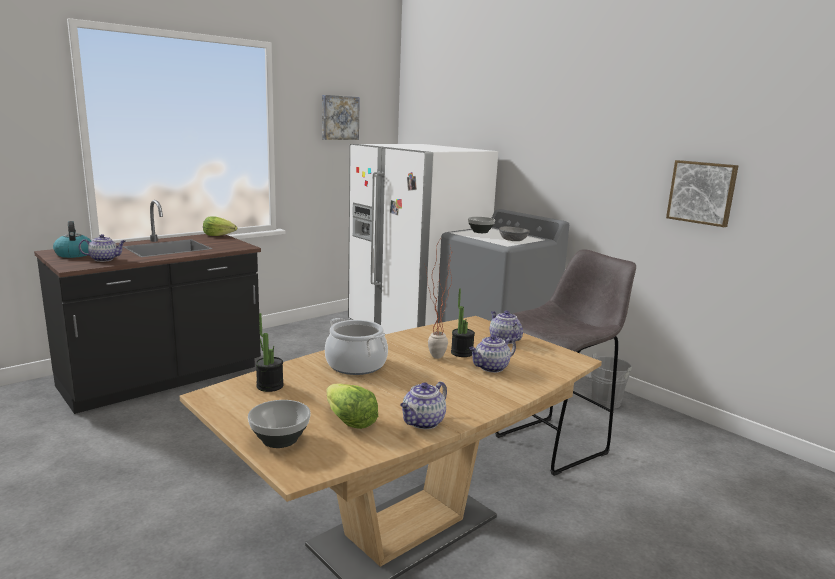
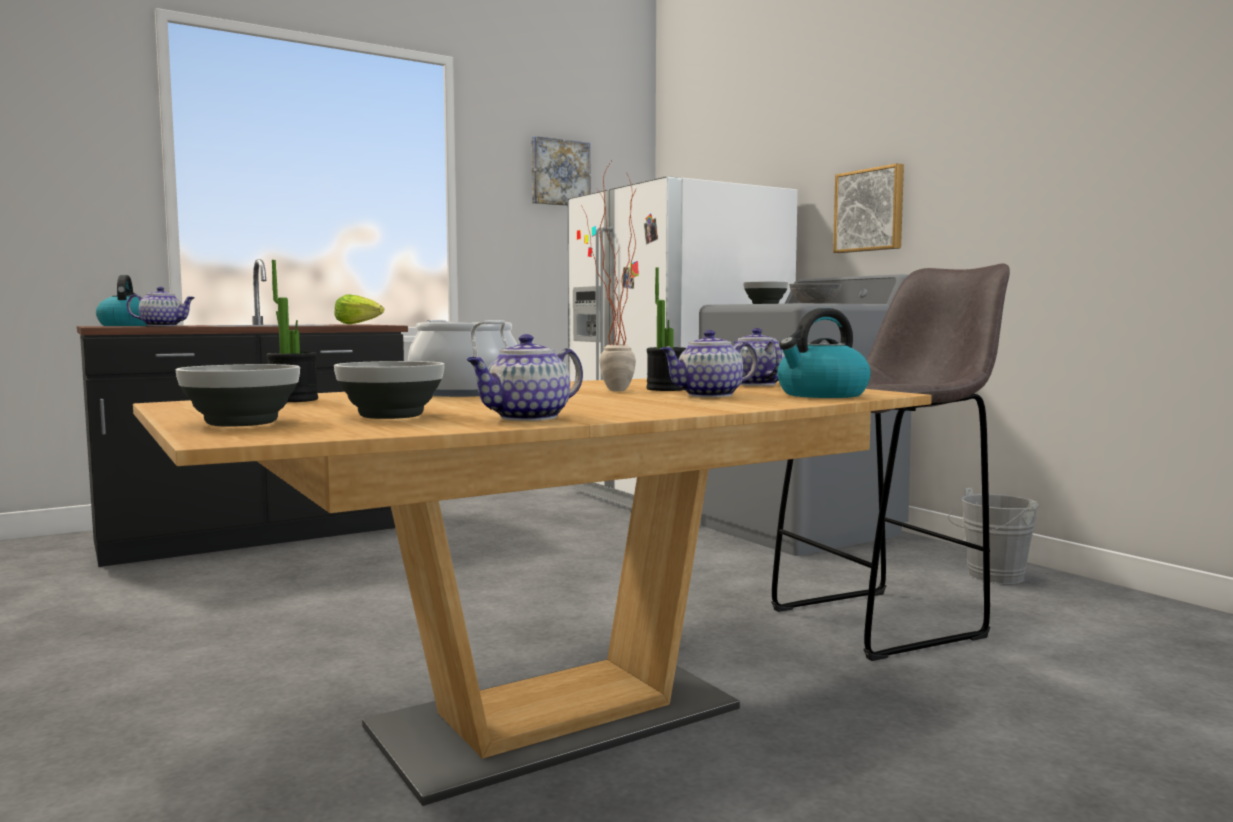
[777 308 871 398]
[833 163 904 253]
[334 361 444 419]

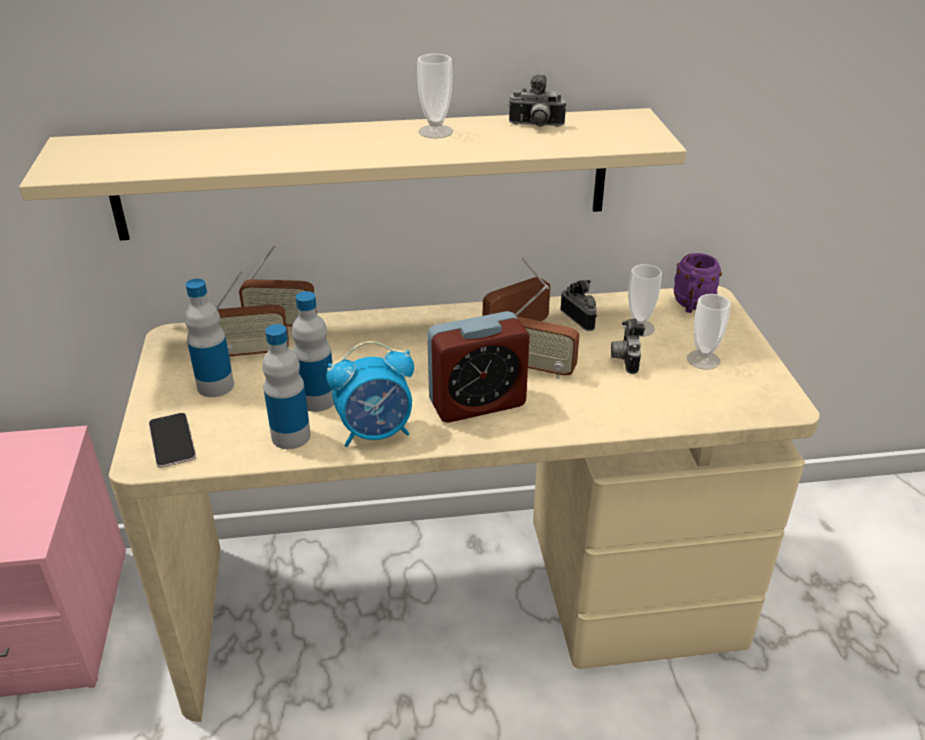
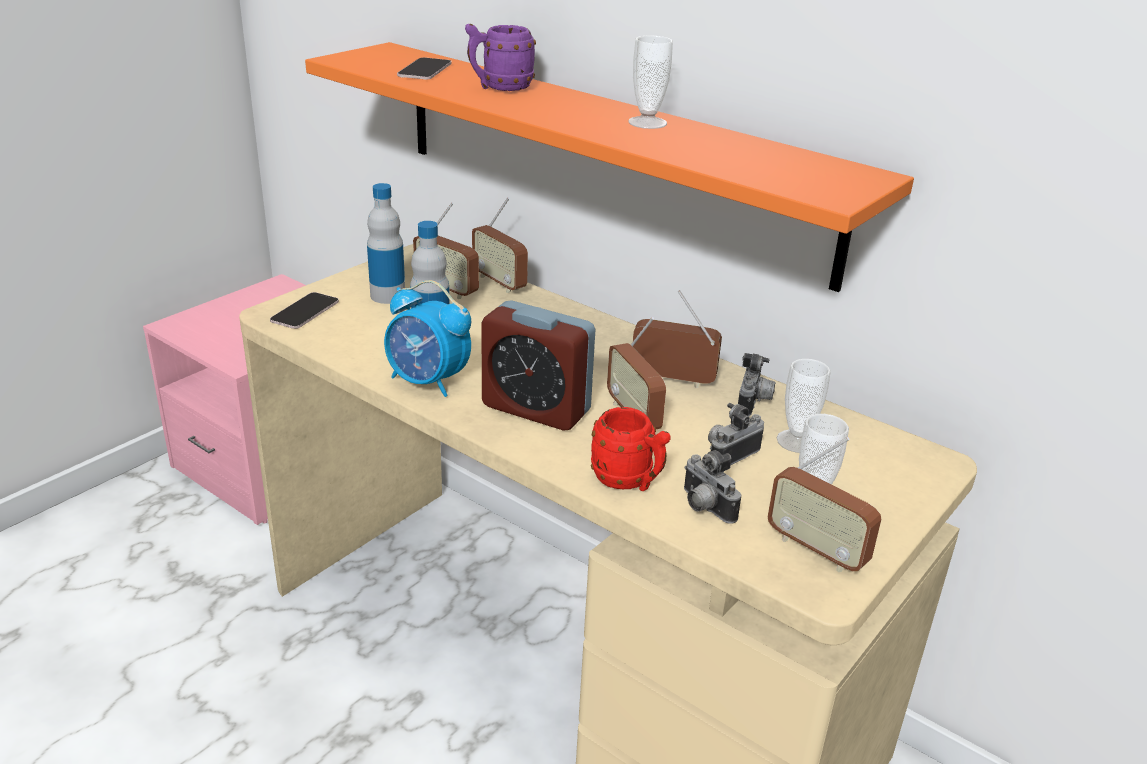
[262 324 311 449] (first image)
[397 57 452 79]
[591 407 671 492]
[768 437 881 572]
[684 450 741 524]
[465 24 536 91]
[305 42 914 292]

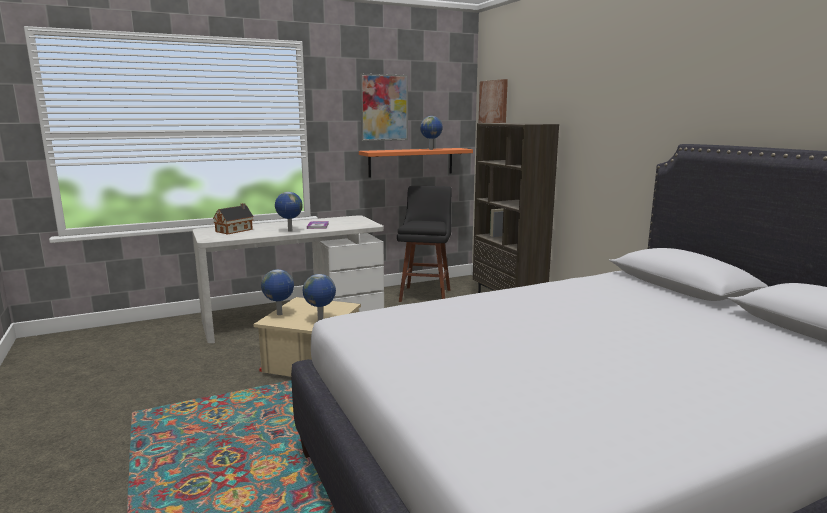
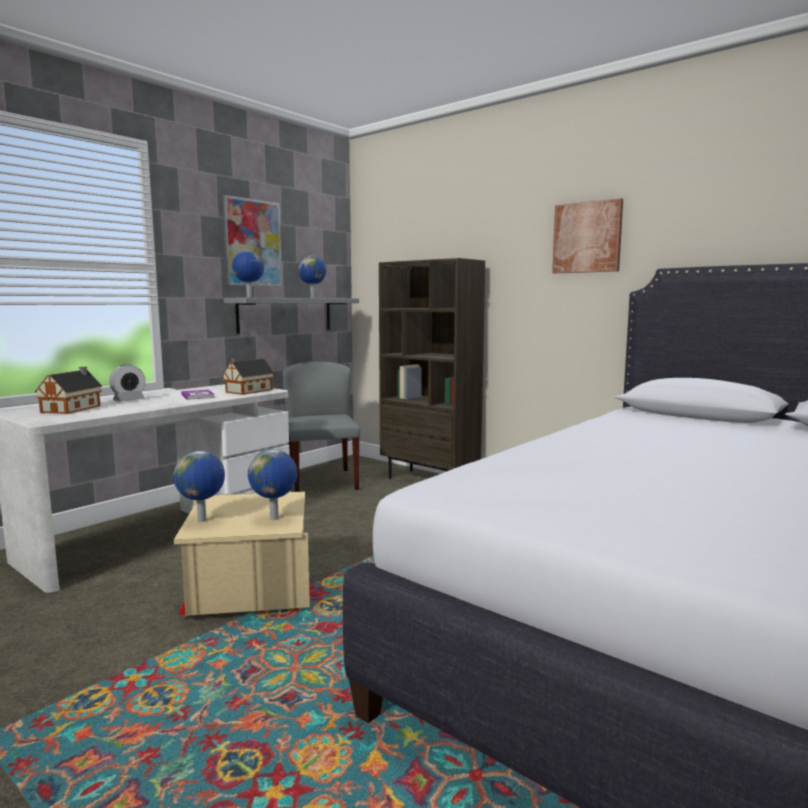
[109 364 145 402]
[222 358 274 395]
[232 250 264 298]
[552 198 623 273]
[283 362 361 492]
[224 298 359 334]

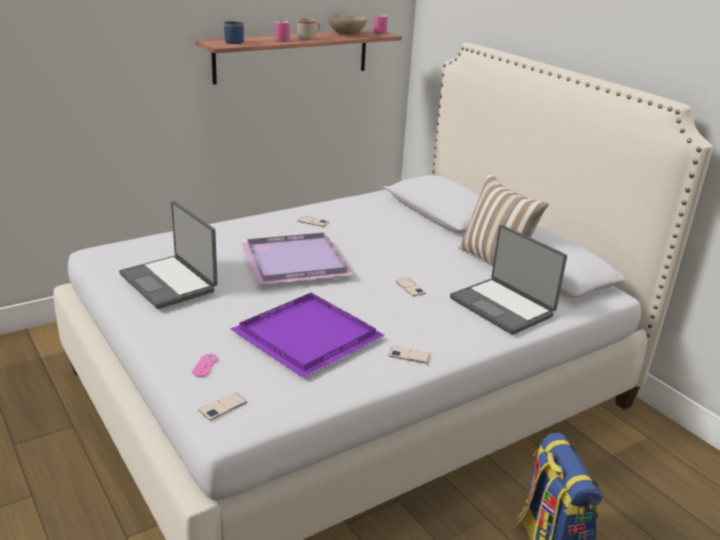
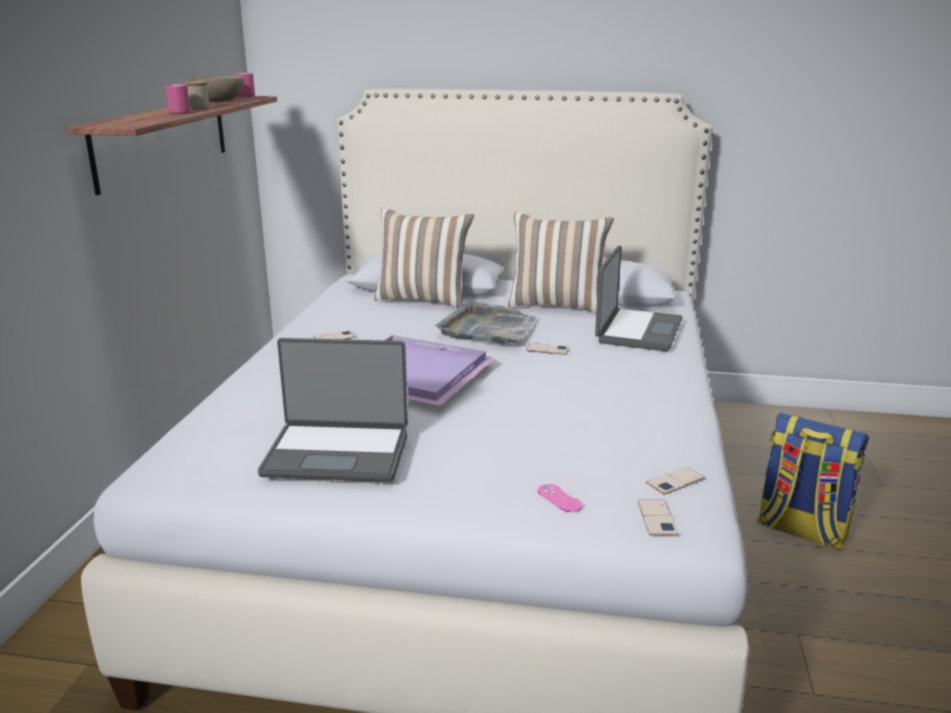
[224 21 244 44] (first image)
[231 292 385 378] (first image)
[374 208 474 309]
[435 302 536 344]
[646 467 705 495]
[595 246 683 352]

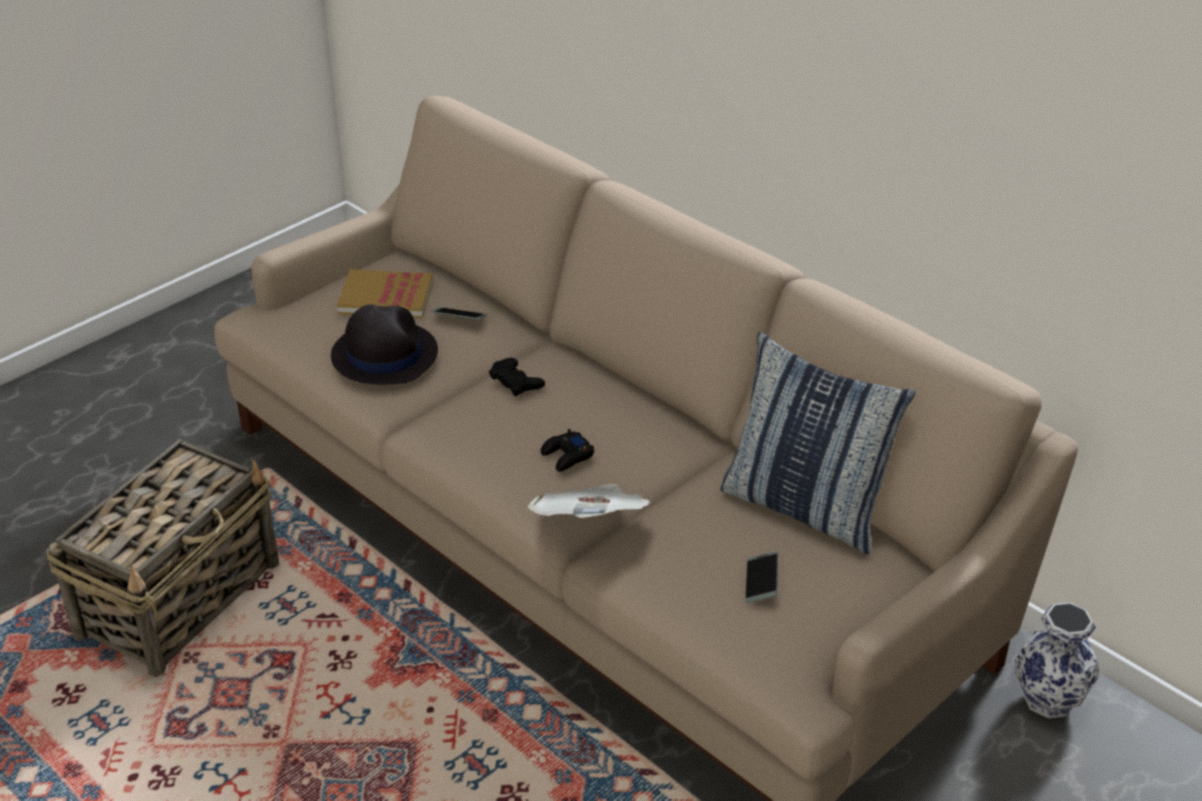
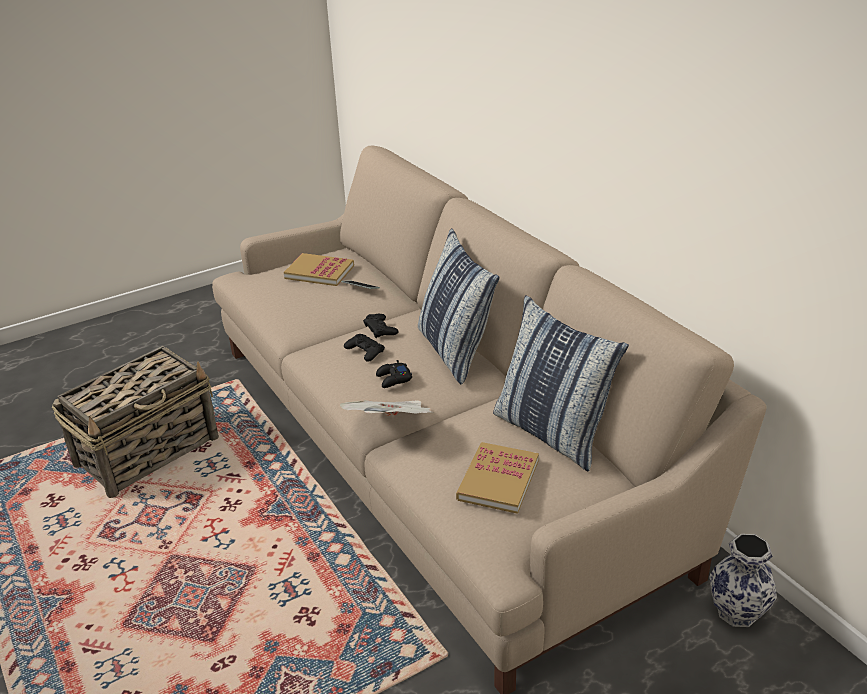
[331 304 438 384] (first image)
[344 334 385 362]
[418 228 500 384]
[456 442 539 514]

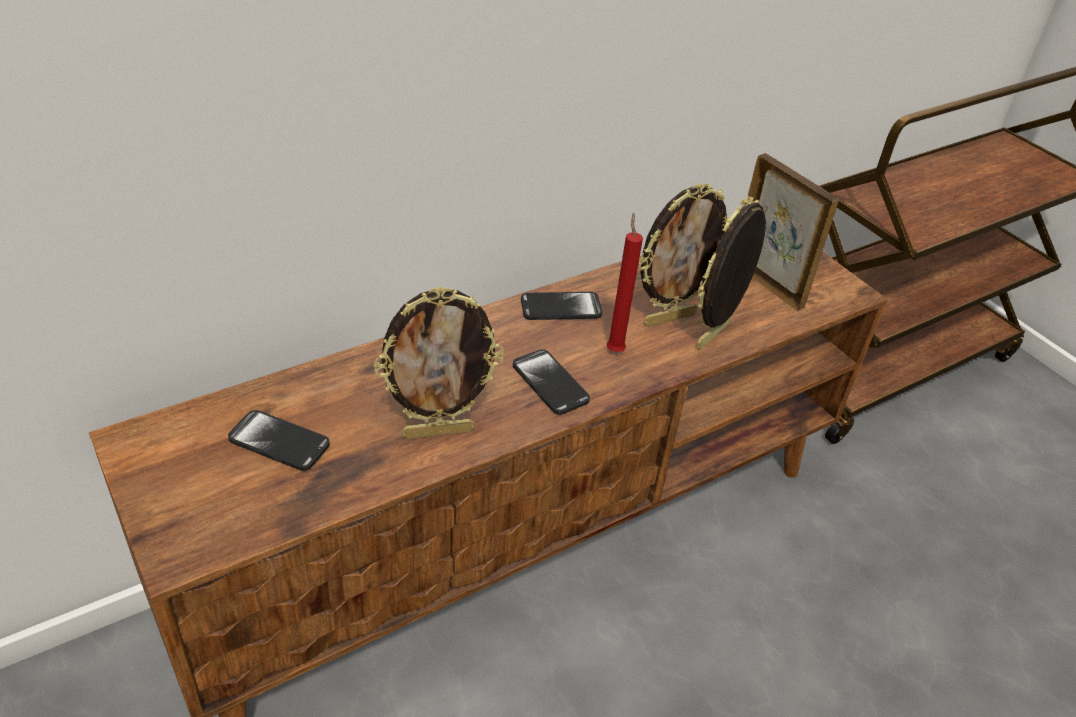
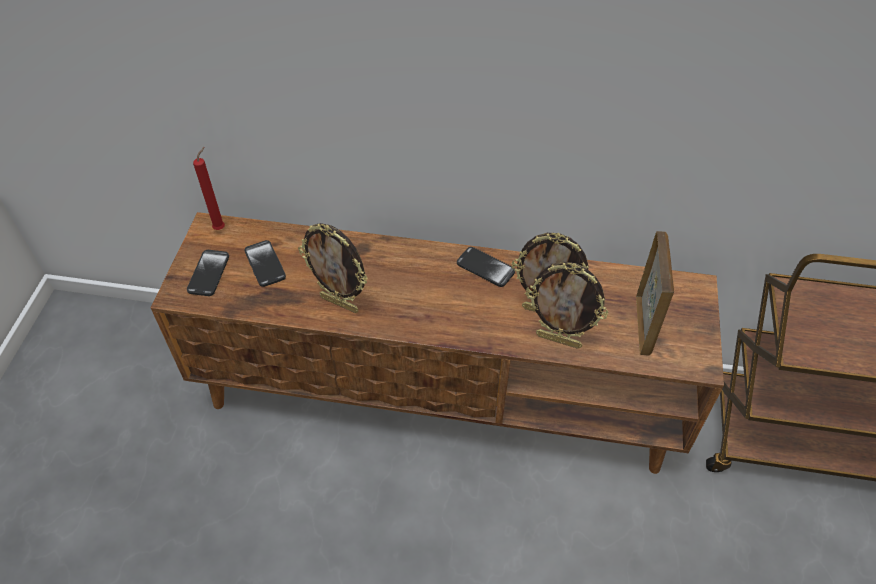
[187 250 229 296]
[193 147 225 230]
[526 262 608 349]

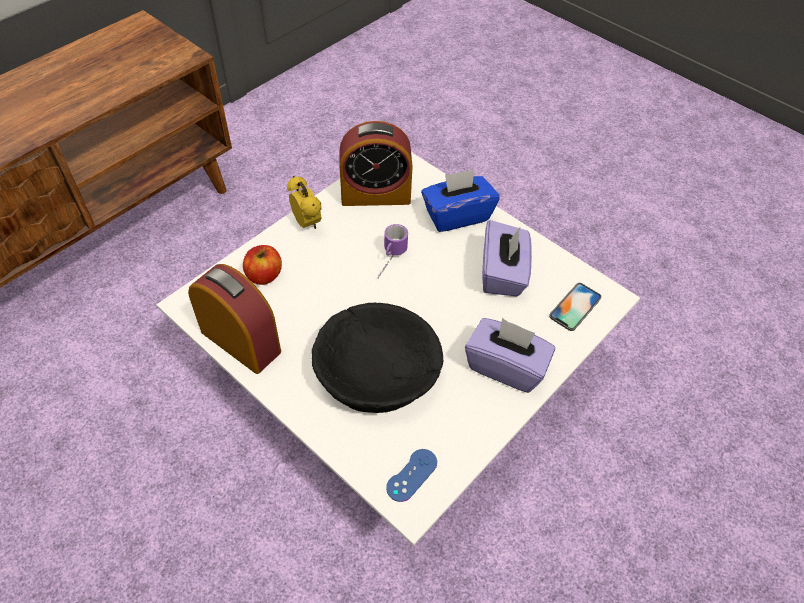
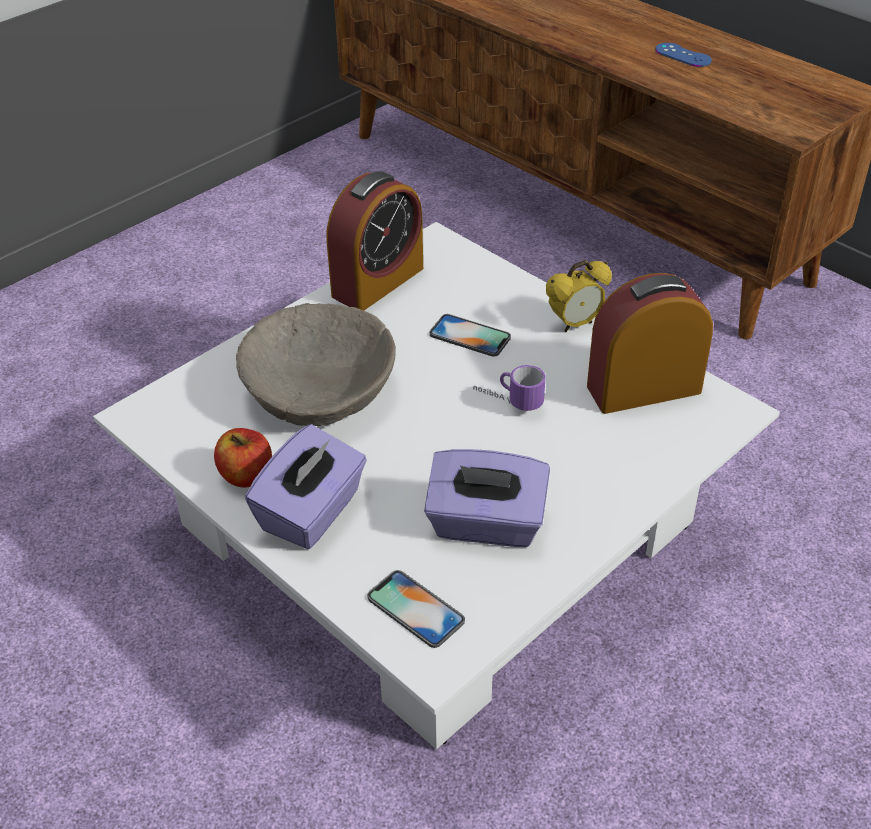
[421 169 500 232] (first image)
[430 314 511 357]
[214 428 272 487]
[655 43 712 67]
[236 303 396 426]
[587 273 713 414]

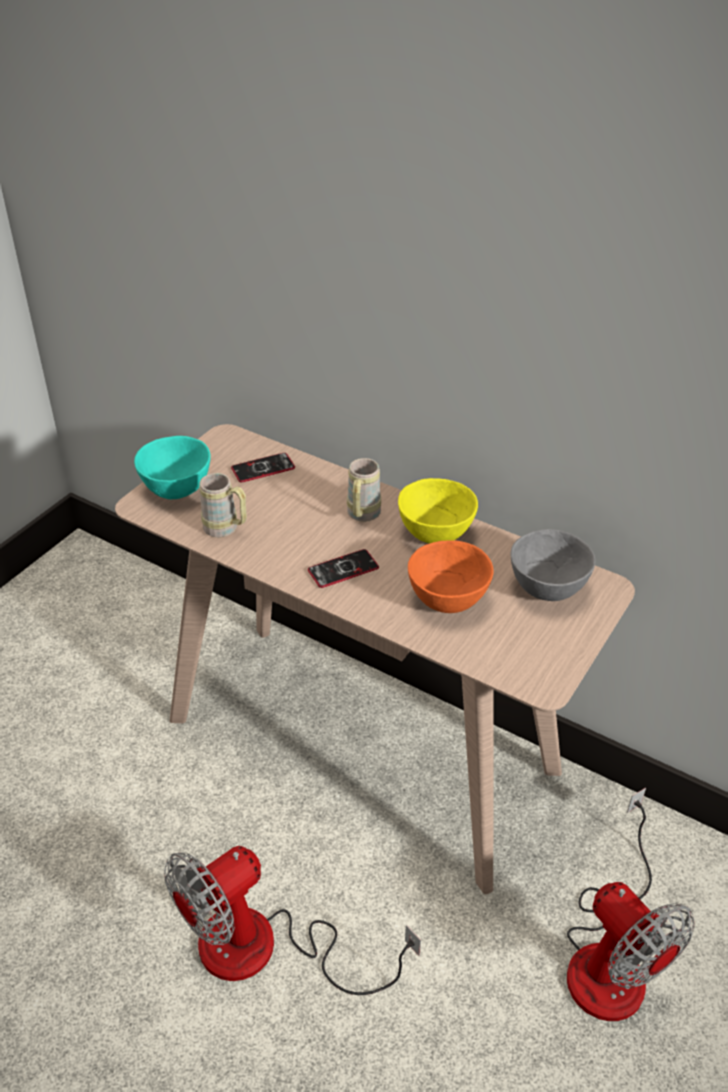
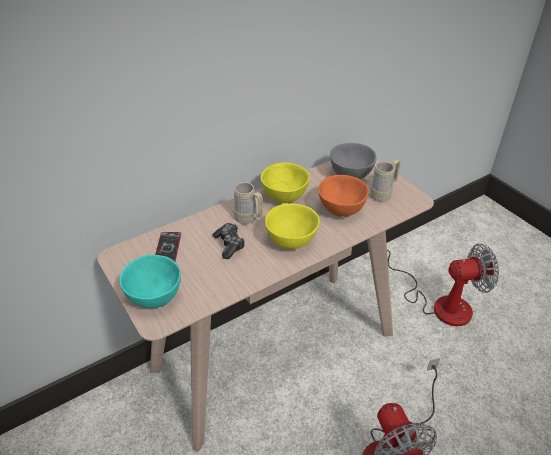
[213 223 245 259]
[370 159 400 202]
[265 203 320 249]

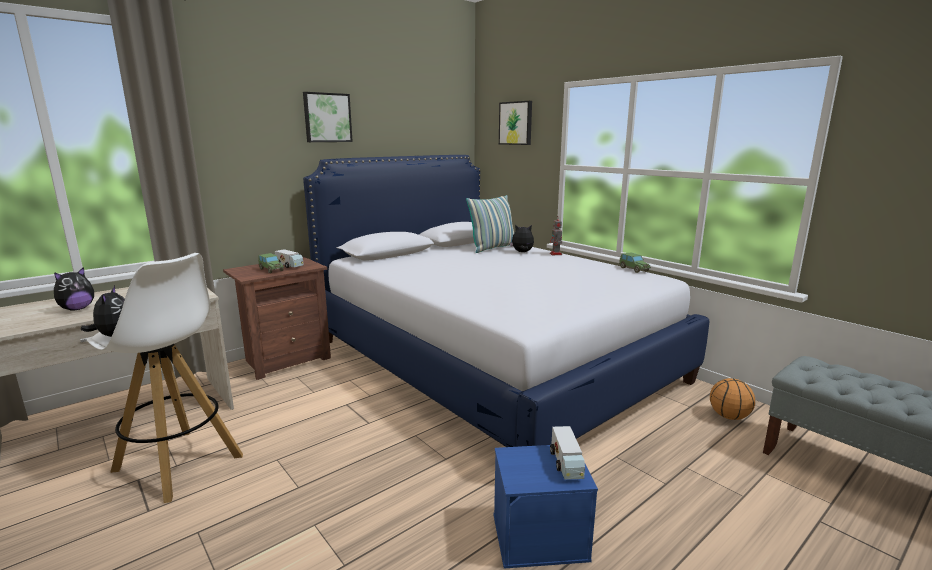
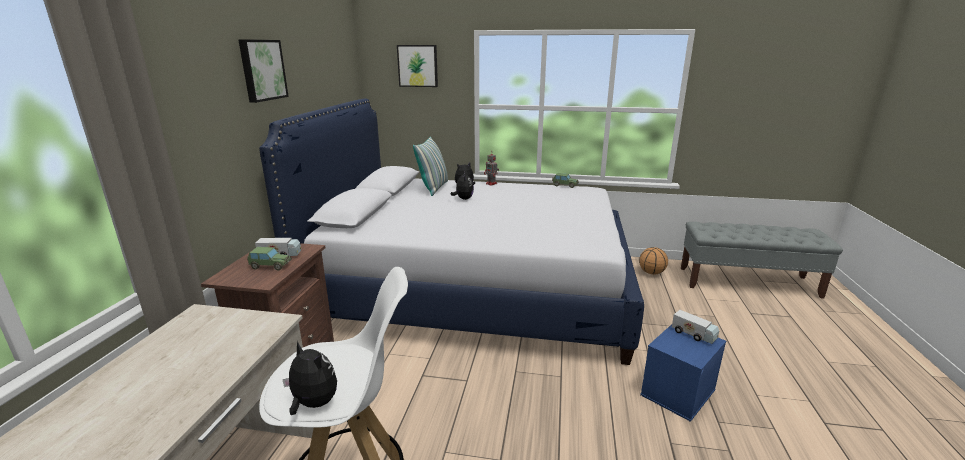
[451 172 474 200]

